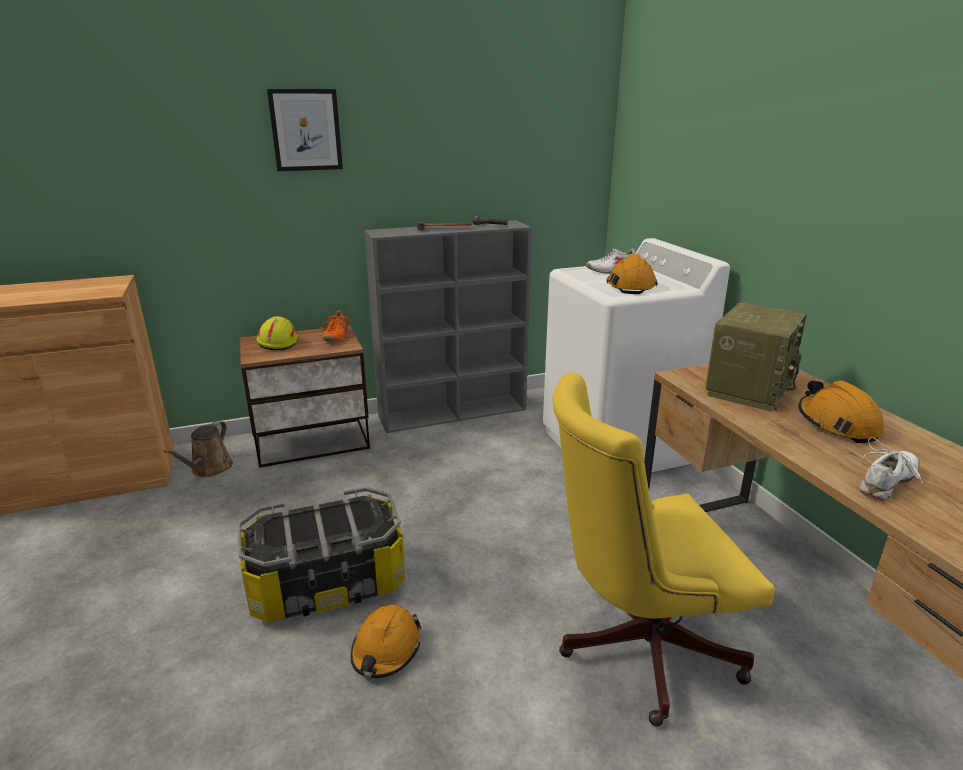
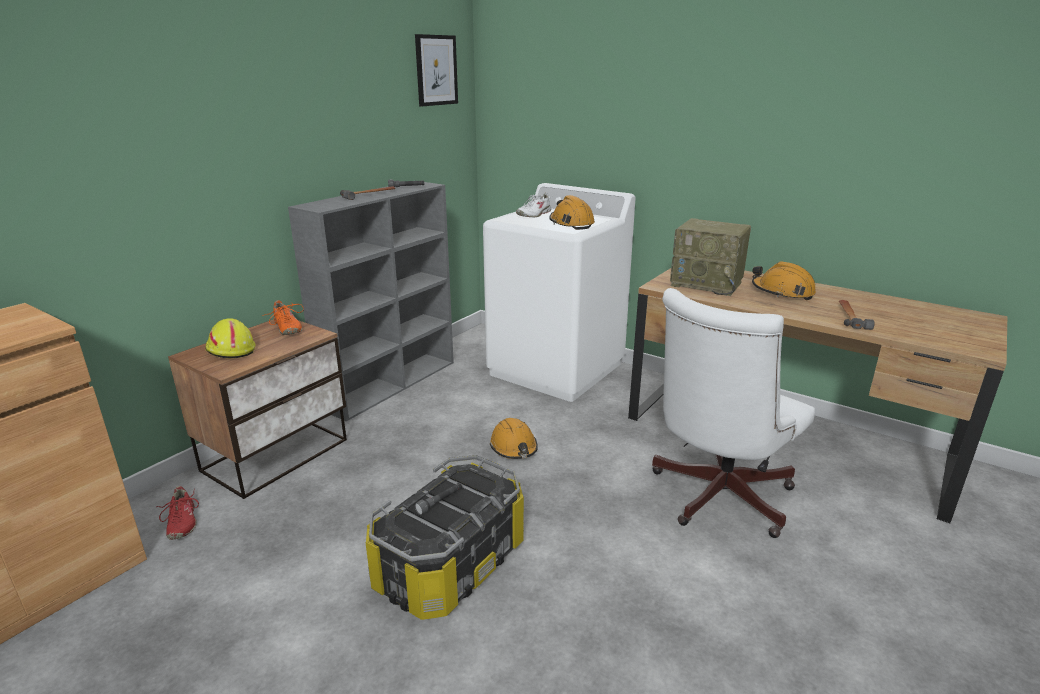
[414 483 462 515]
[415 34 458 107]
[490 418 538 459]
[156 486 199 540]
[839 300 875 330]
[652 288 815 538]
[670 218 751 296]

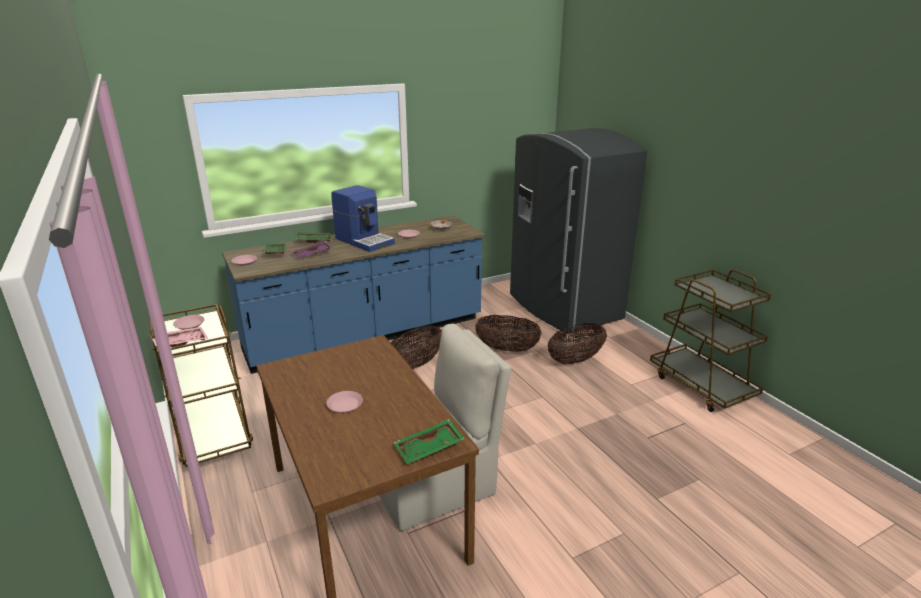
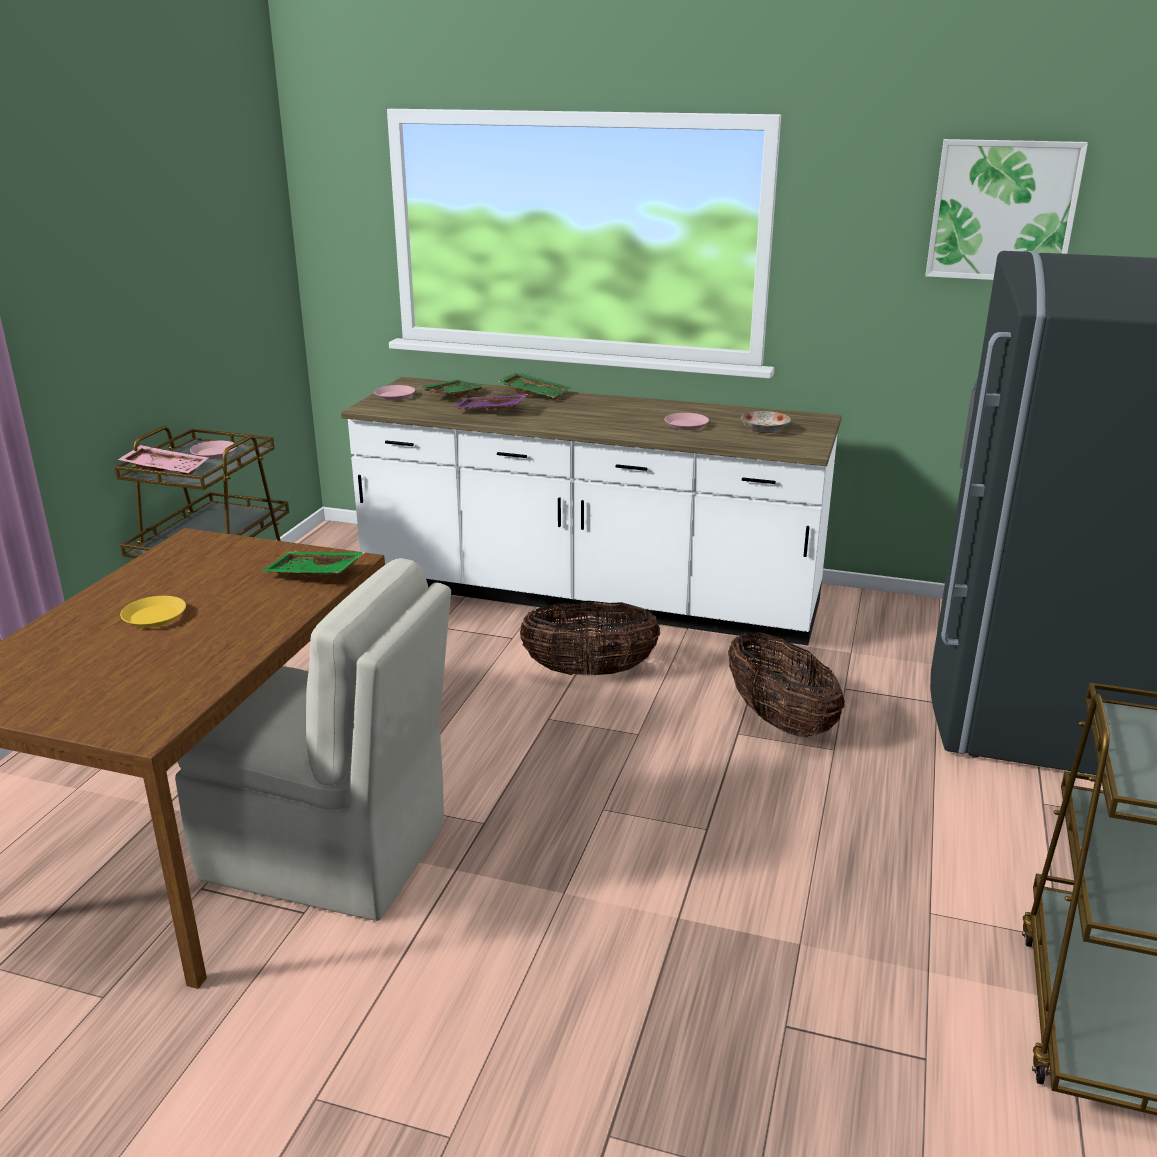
[331 185 395 252] (first image)
[548 323 607 364] (first image)
[925 139 1088 280]
[261 551 365 577]
[341 377 842 645]
[120 596 186 628]

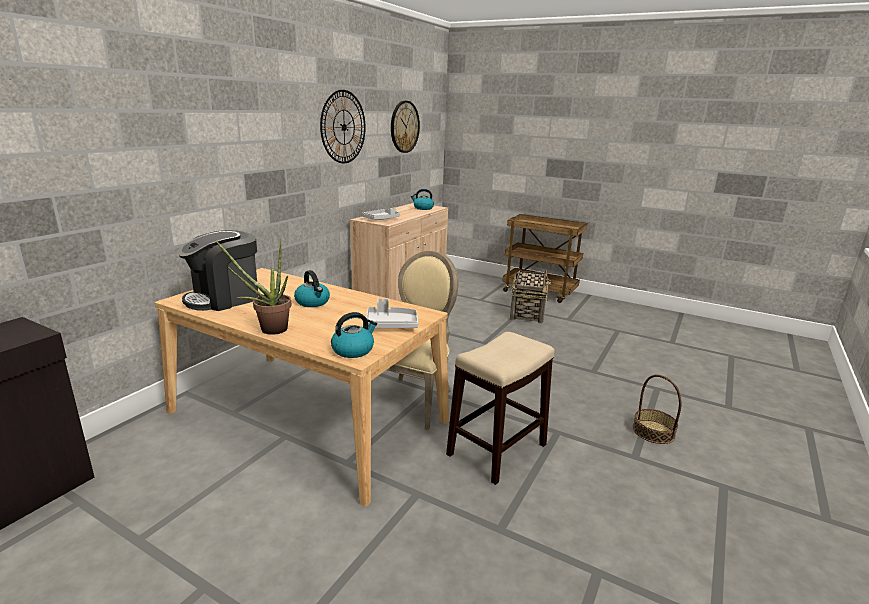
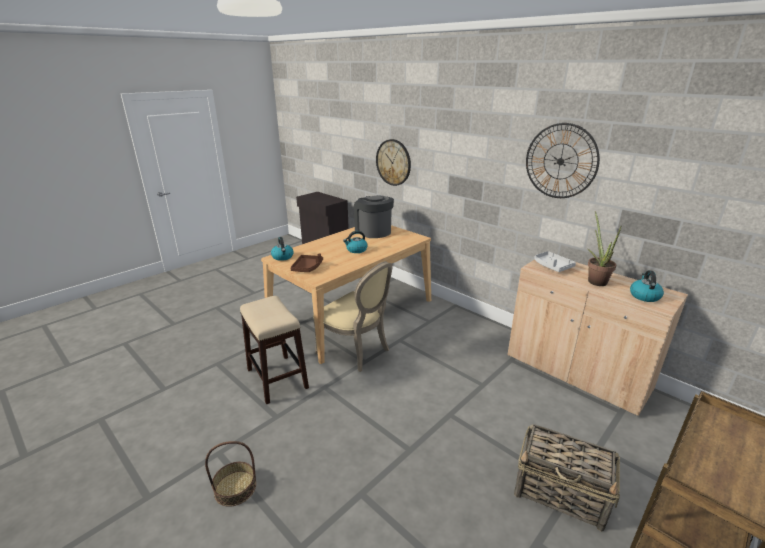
[588 211 622 286]
[376 139 411 186]
[290 253 323 272]

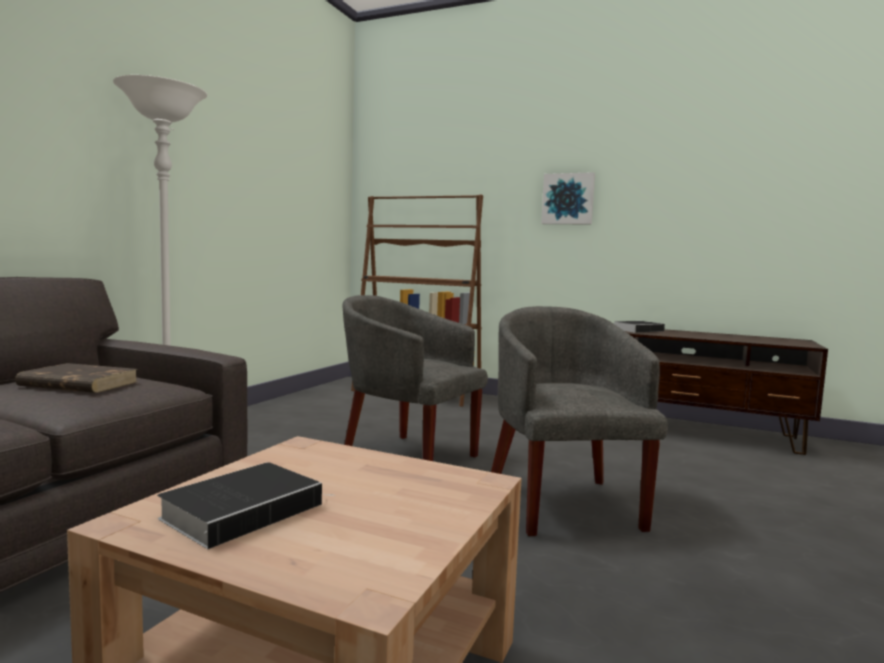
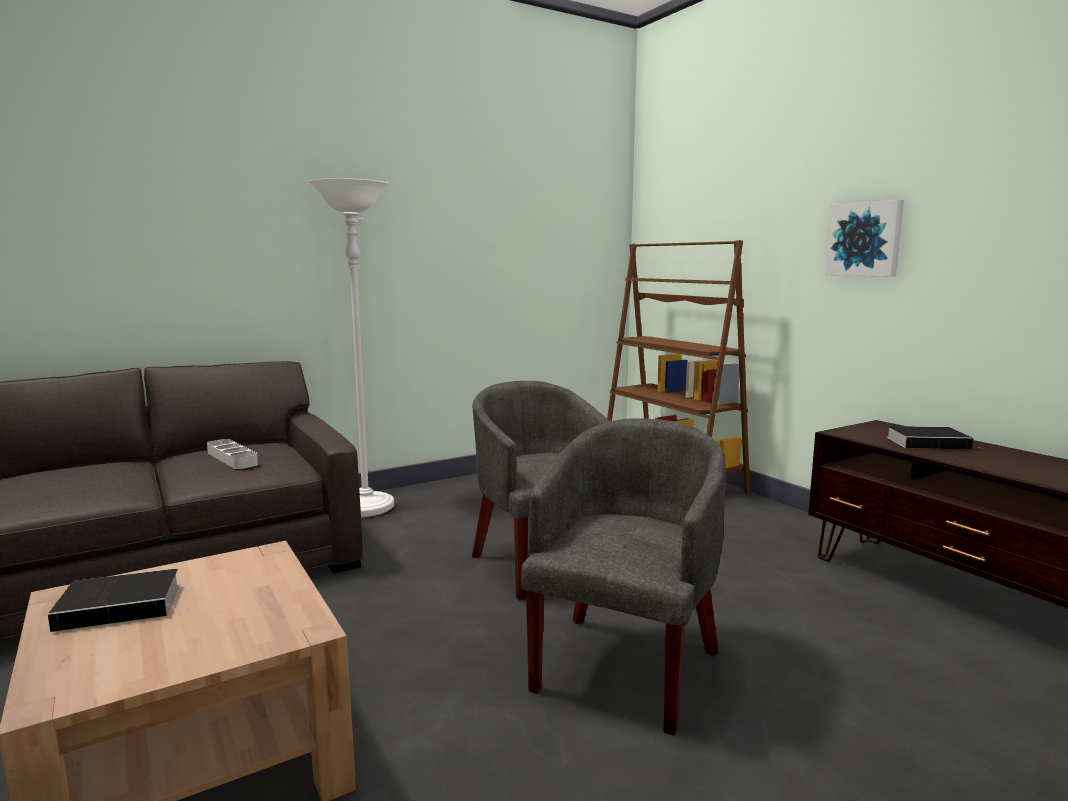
[207 439 258 469]

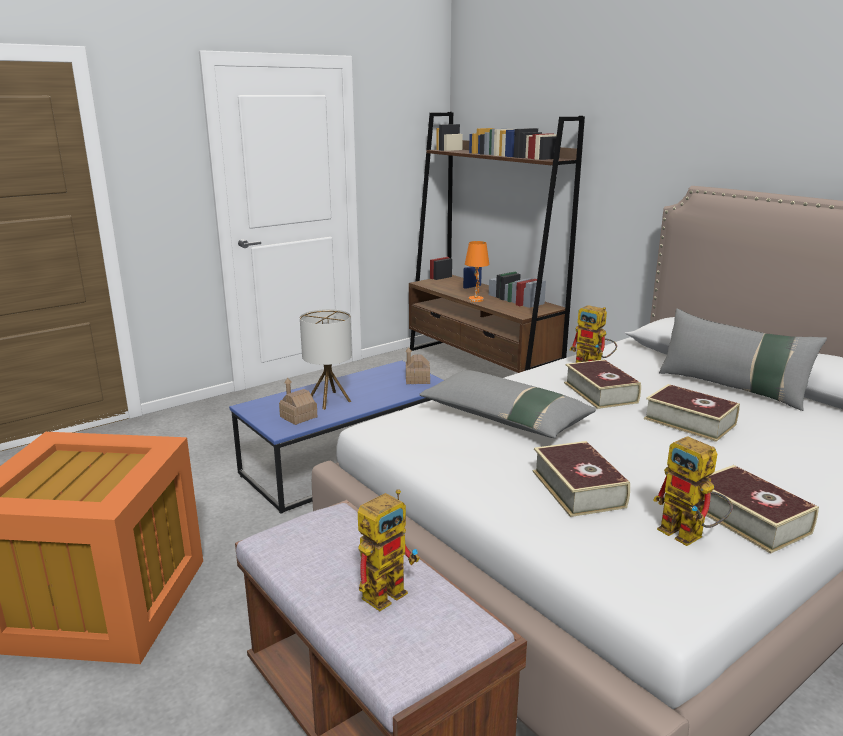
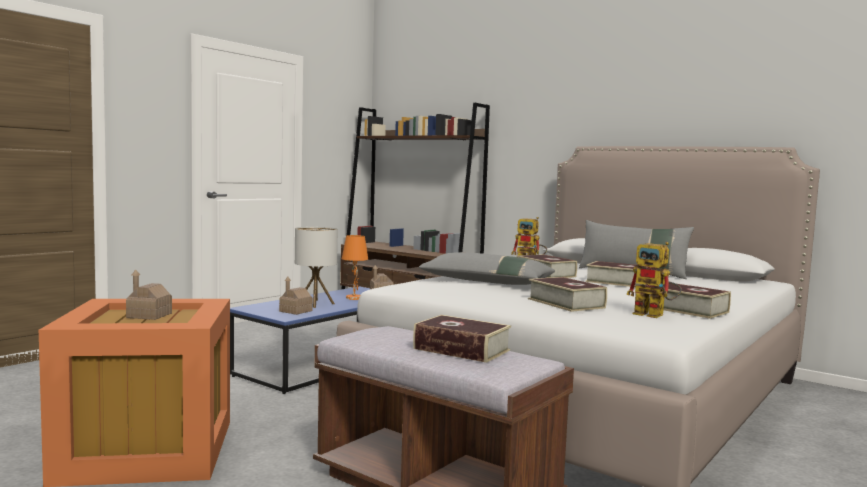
[126 269 172 320]
[342 235 368 300]
[413 315 511 363]

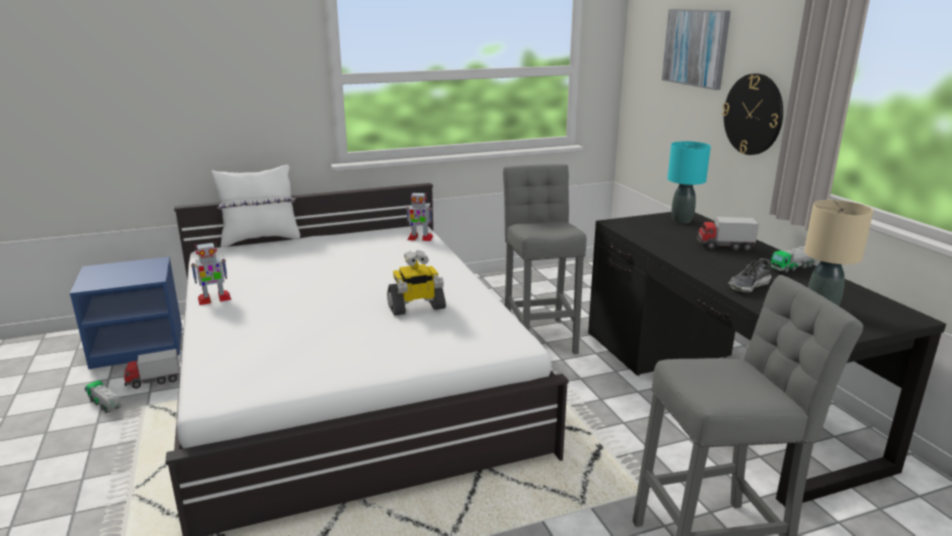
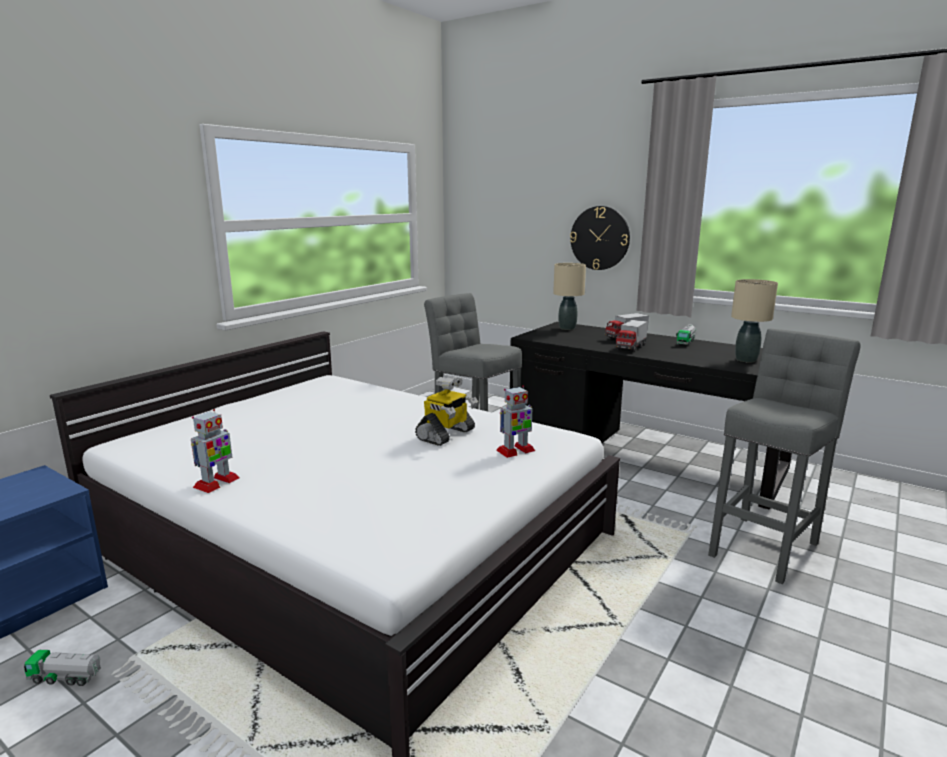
[212 165 300 248] (first image)
[662 9 731 90] (first image)
[728 258 772 293] (first image)
[615 320 648 352]
[496 385 535 458]
[553 263 586 330]

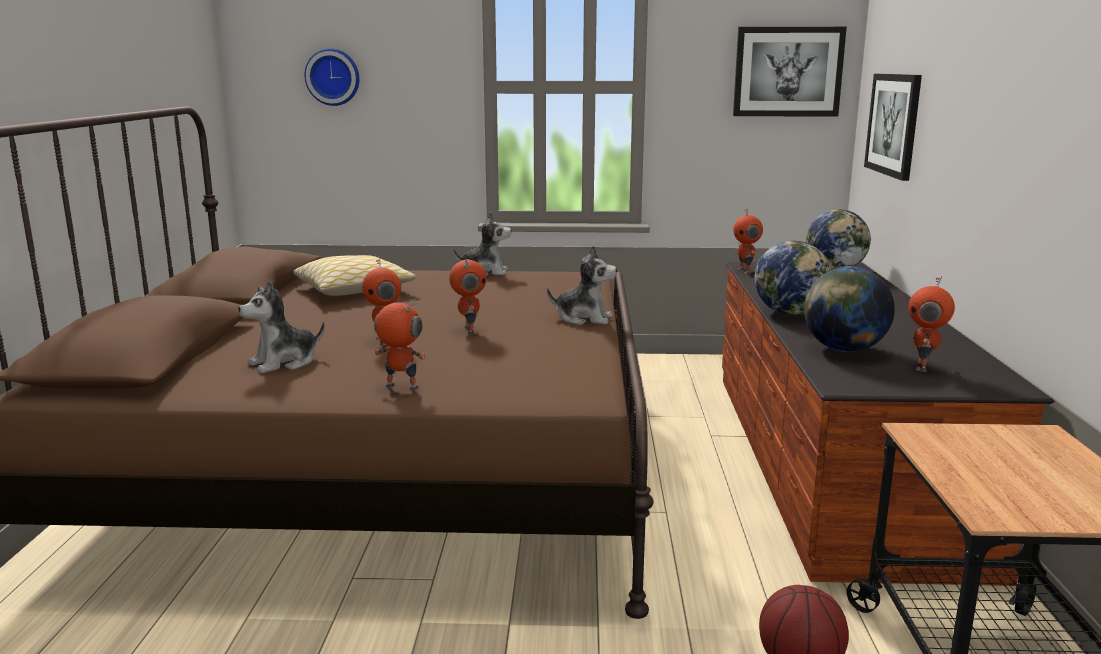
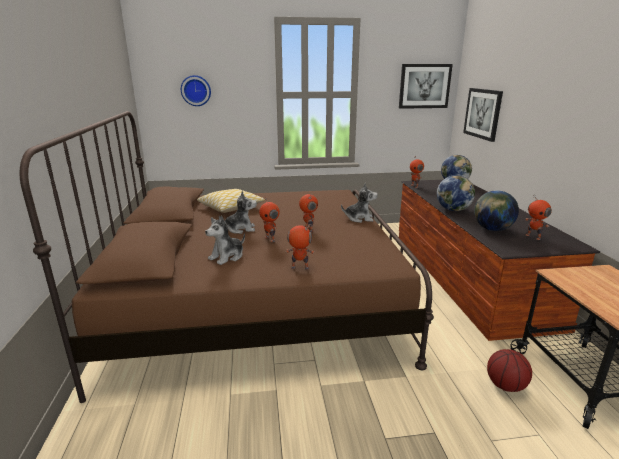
[219 191 257 234]
[525 194 552 240]

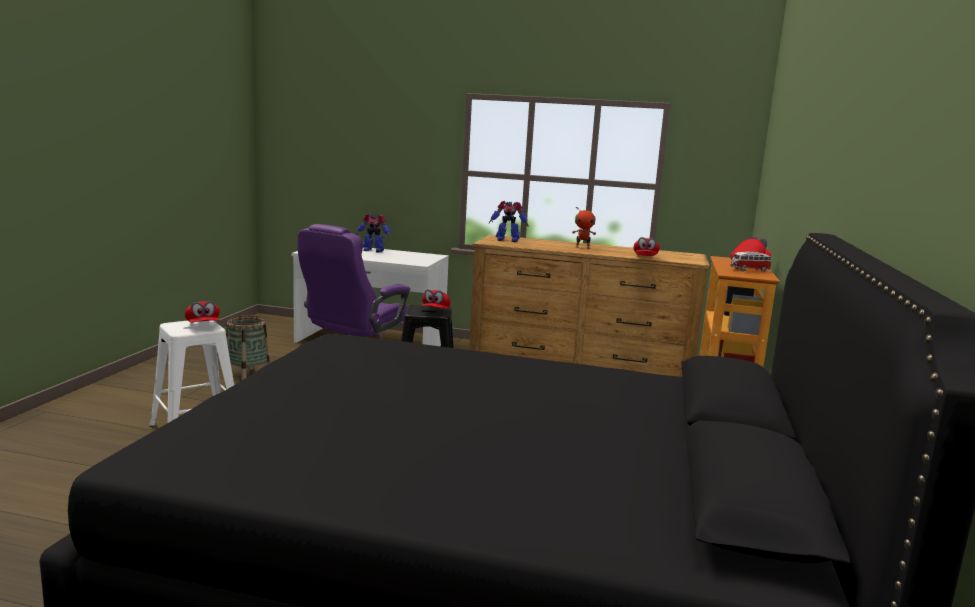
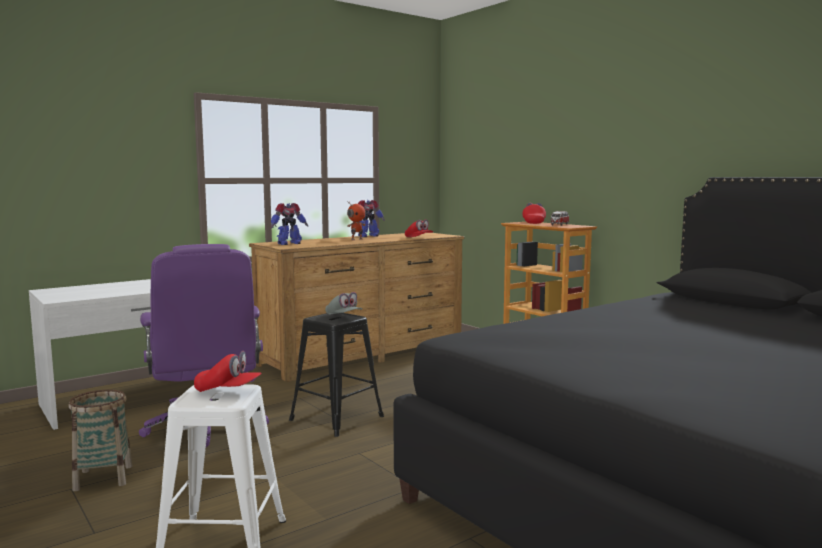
[353 200 385 237]
[325 292 363 315]

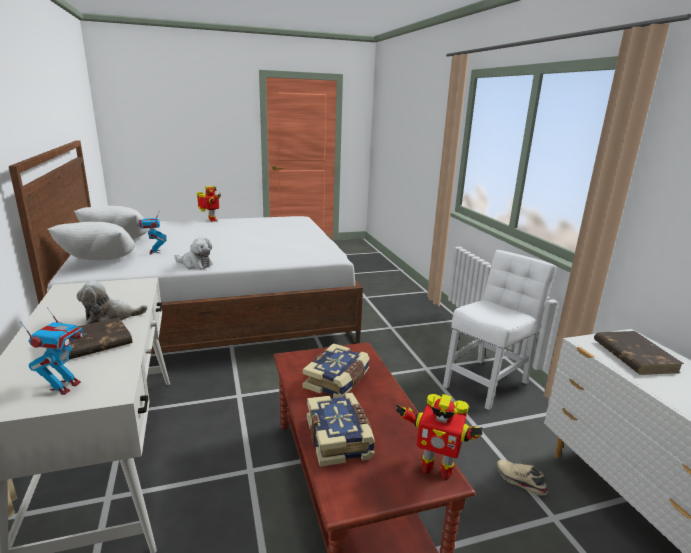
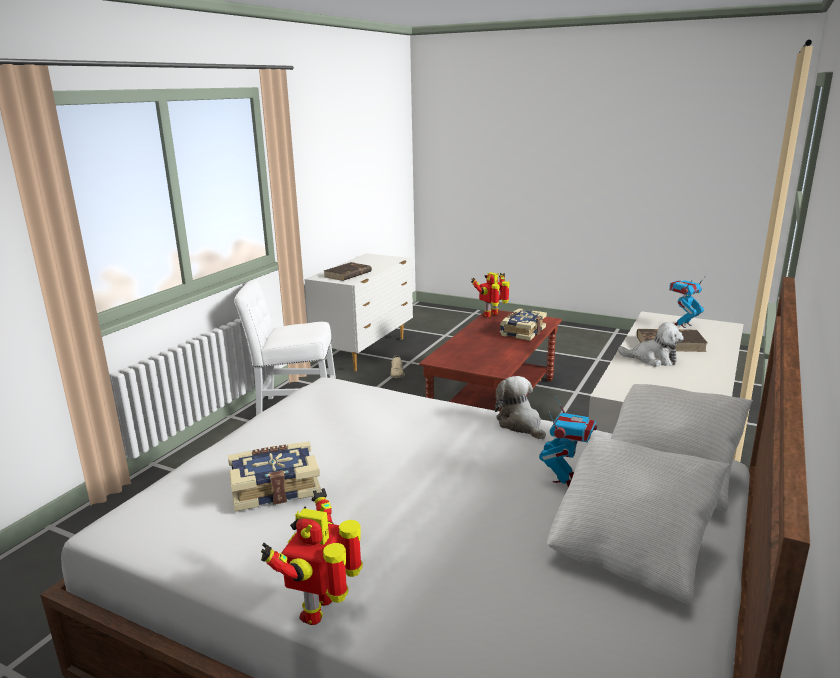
[228 442 321 512]
[471 272 510 317]

